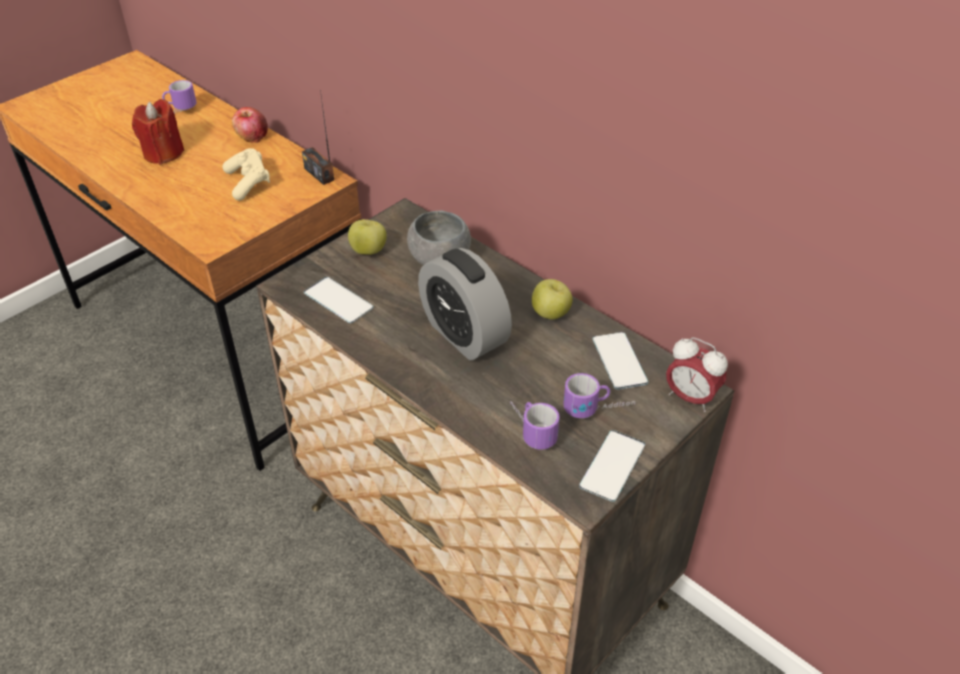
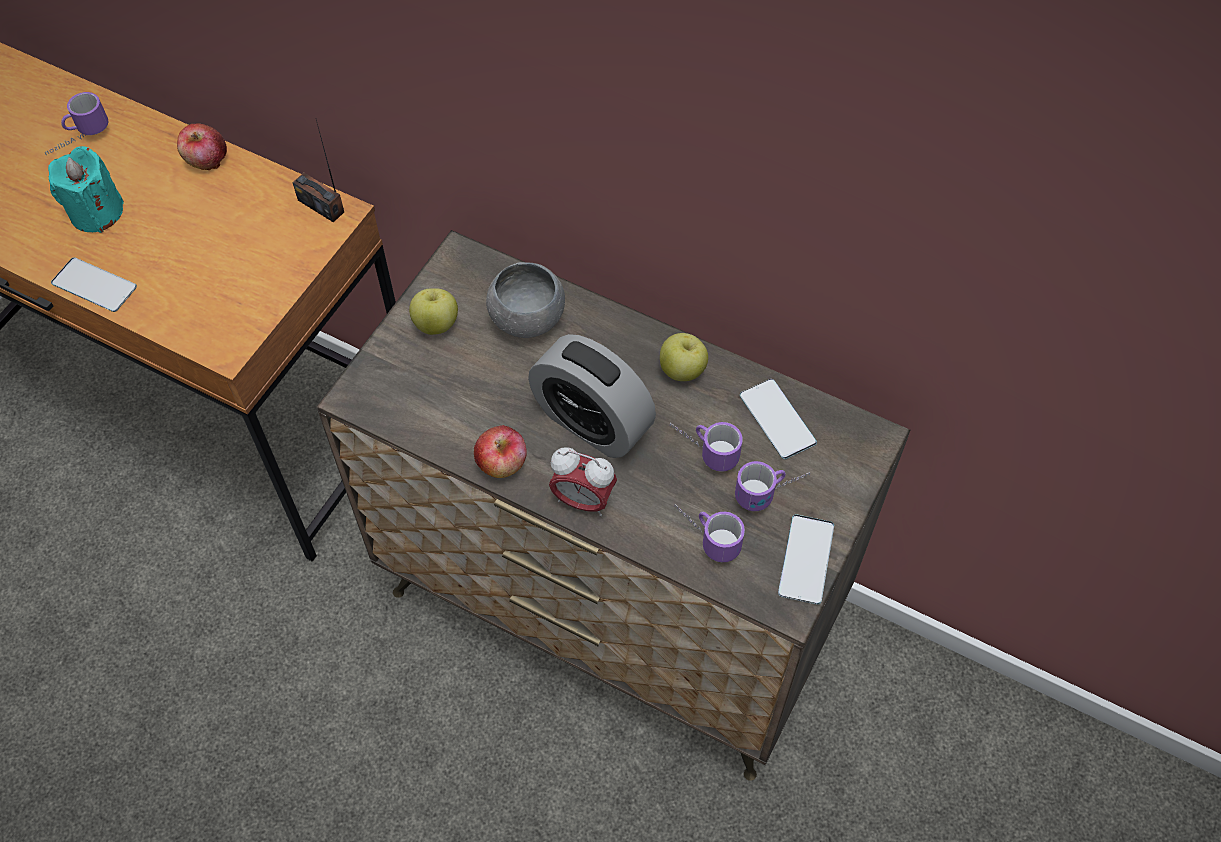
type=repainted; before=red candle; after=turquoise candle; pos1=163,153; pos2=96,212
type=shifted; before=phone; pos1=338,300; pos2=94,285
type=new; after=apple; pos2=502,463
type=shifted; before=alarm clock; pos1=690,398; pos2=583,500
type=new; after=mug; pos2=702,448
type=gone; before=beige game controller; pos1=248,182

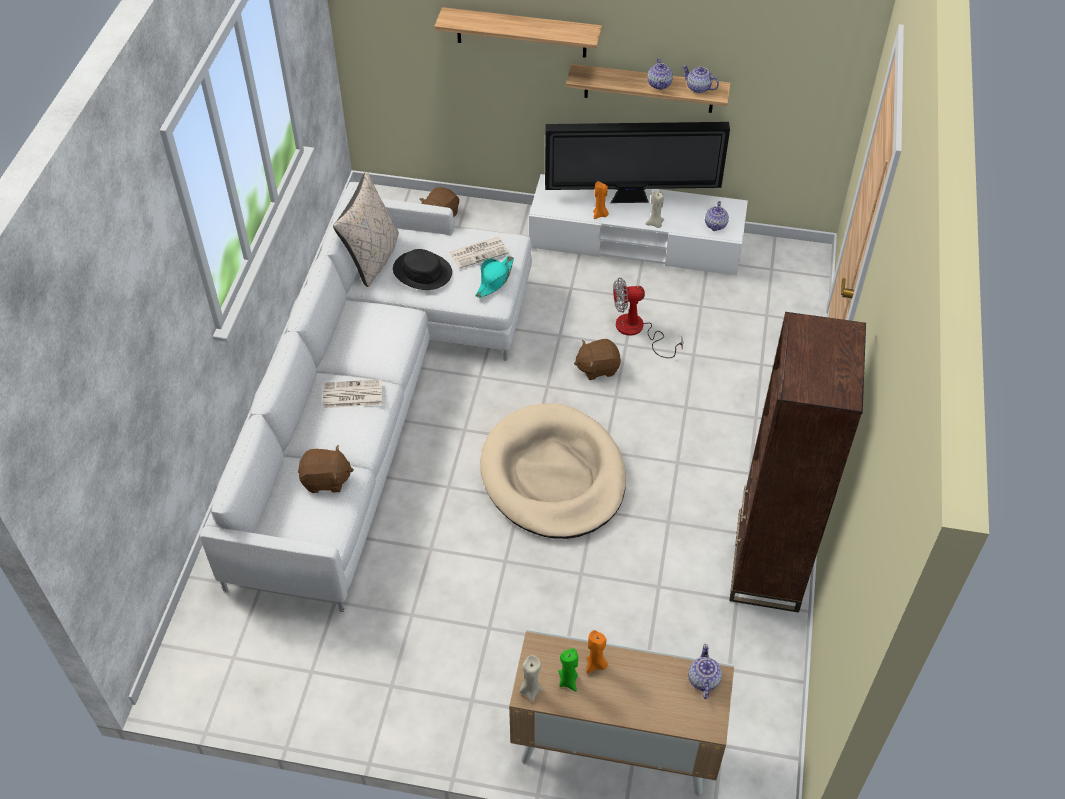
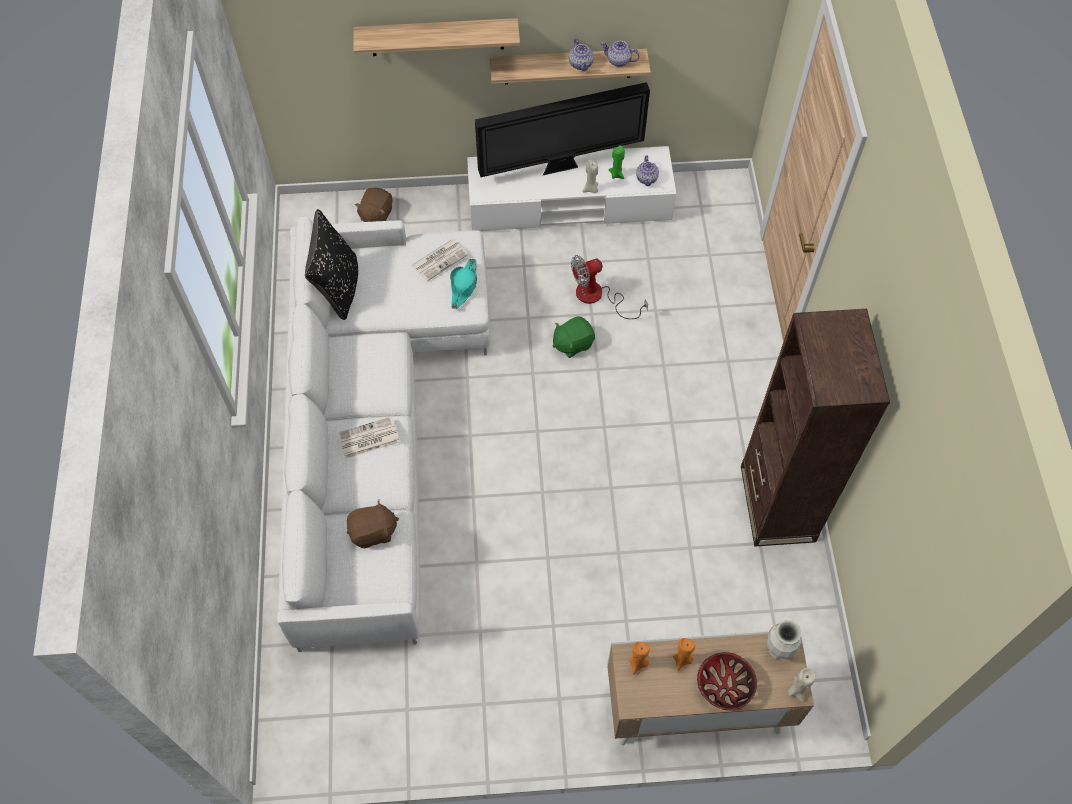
type=repainted; before=beige pillow; after=black pillow; pos1=372,258; pos2=338,287
type=repainted; before=brown plush toy; after=green plush toy; pos1=597,368; pos2=572,343
type=shifted; before=green candle; pos1=568,681; pos2=616,174
type=shifted; before=orange candle; pos1=600,215; pos2=638,663
type=new; after=bowl; pos2=724,686
type=swapped; before=teapot; after=vase; pos1=703,680; pos2=777,650
type=shifted; before=beige candle; pos1=530,690; pos2=796,690
type=gone; before=black hat; pos1=422,271
type=gone; before=beige dog bed; pos1=553,476

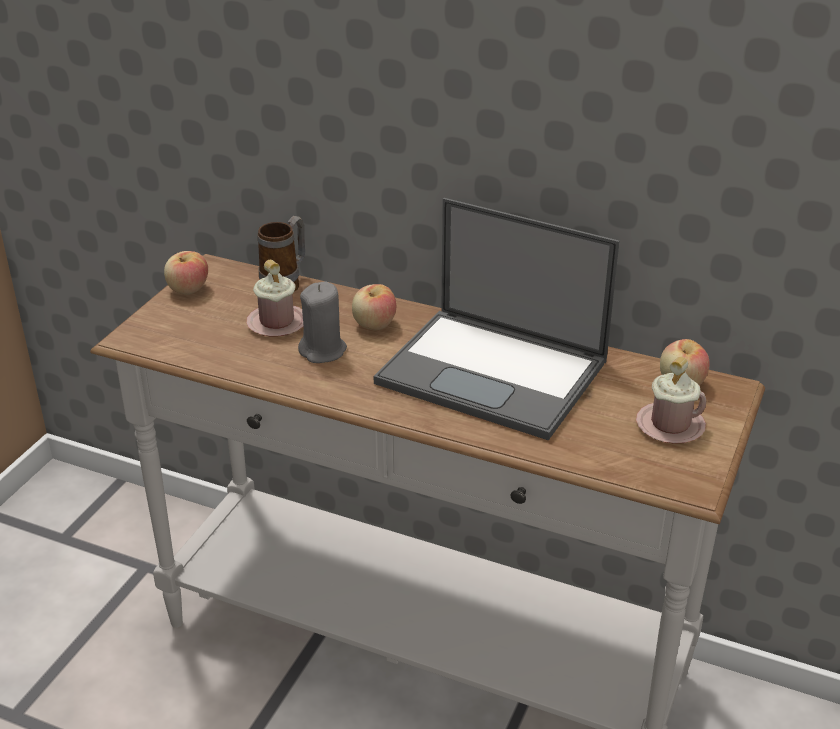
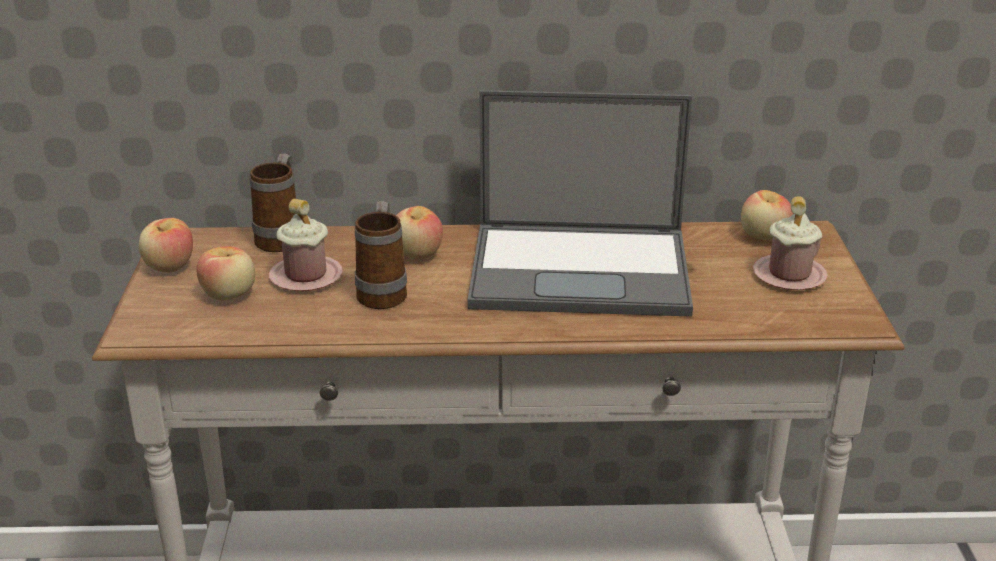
type=new; after=apple; pos2=230,295
type=swapped; before=grey candle; after=mug; pos1=323,351; pos2=383,291

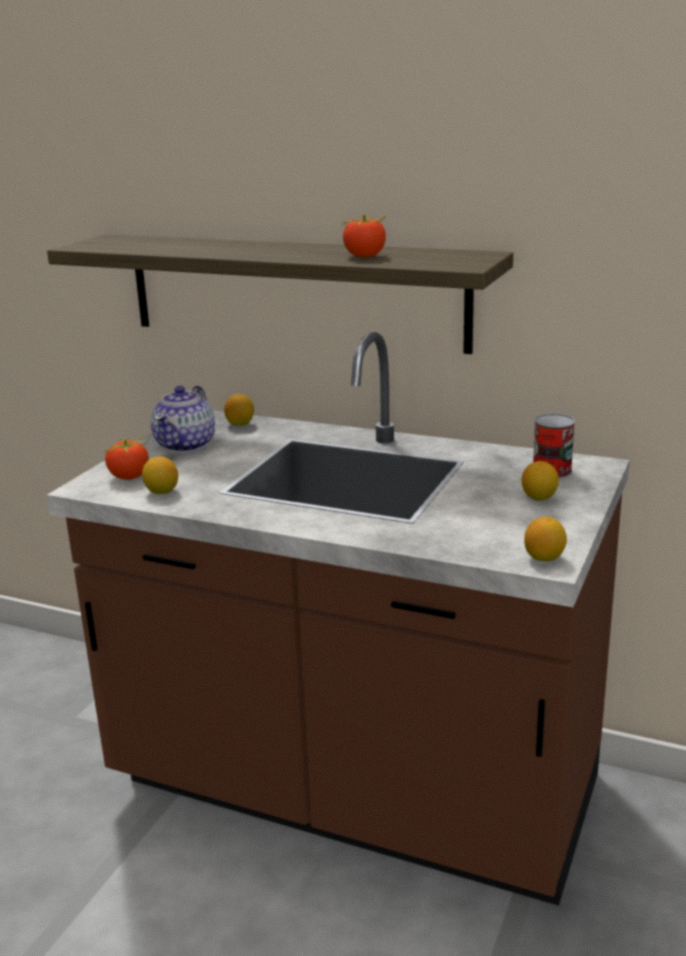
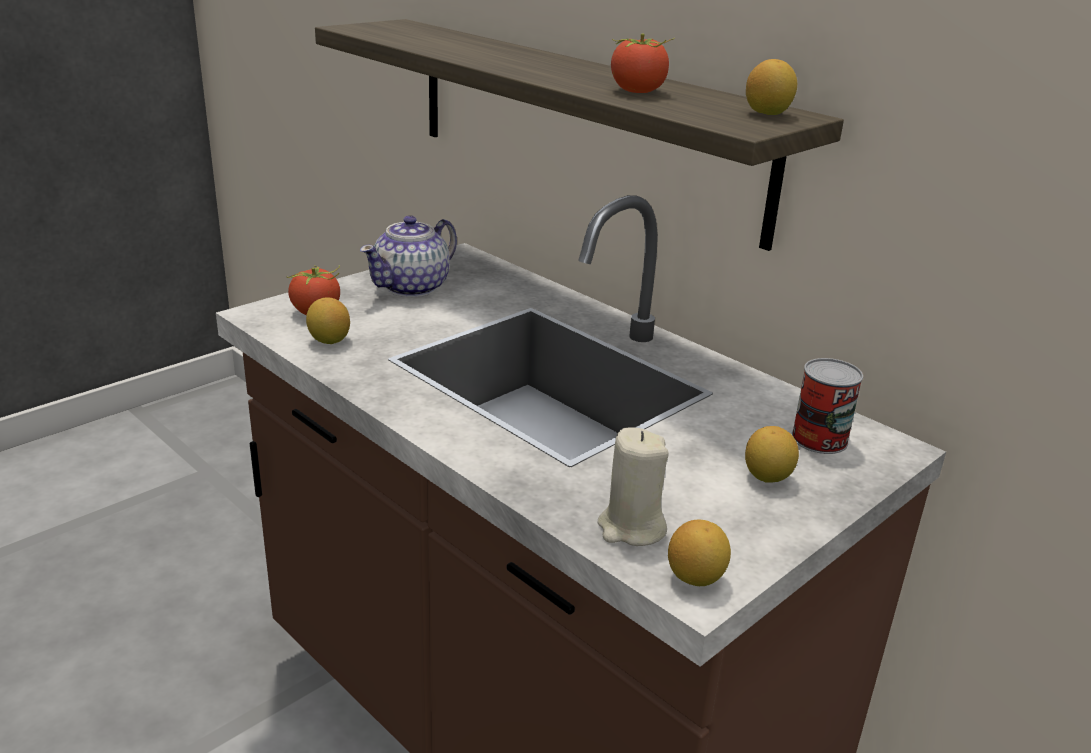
type=new; after=beige candle; pos2=631,528
type=shifted; before=lemon; pos1=240,424; pos2=767,113

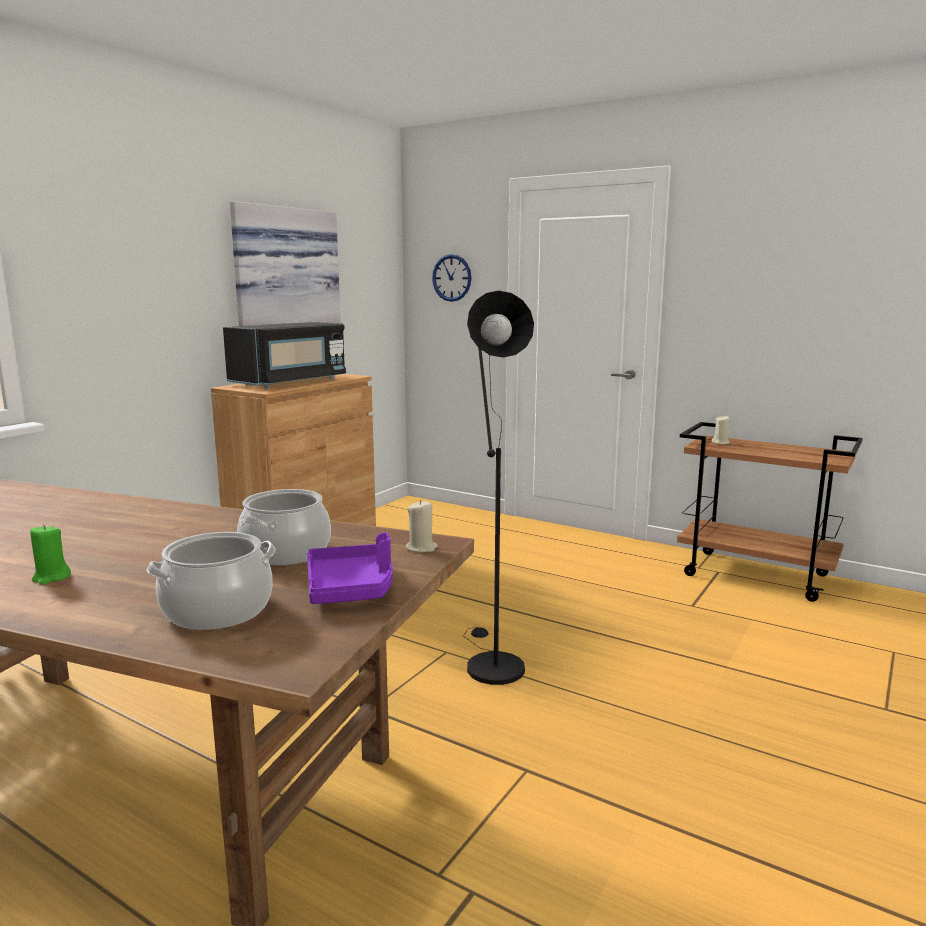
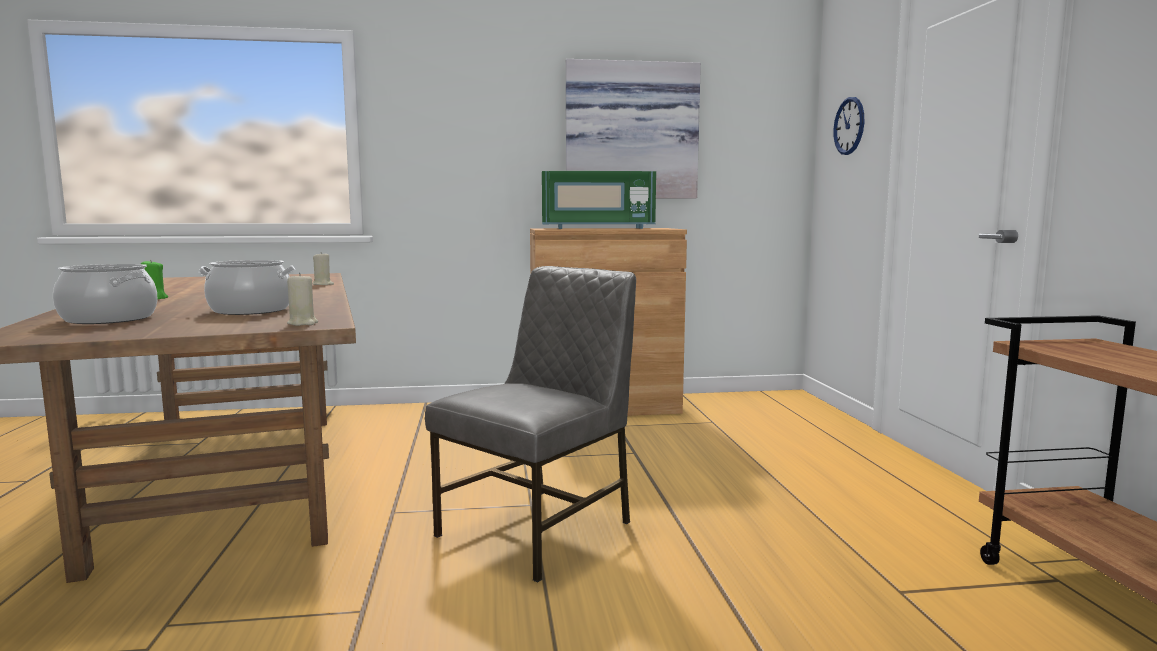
type=shifted; before=beige candle; pos1=721,443; pos2=323,284
type=swapped; before=black floor lamp; after=grey chair; pos1=490,663; pos2=539,529
type=repainted; before=black microwave; after=green microwave; pos1=290,382; pos2=597,228
type=gone; before=purple tray; pos1=351,588

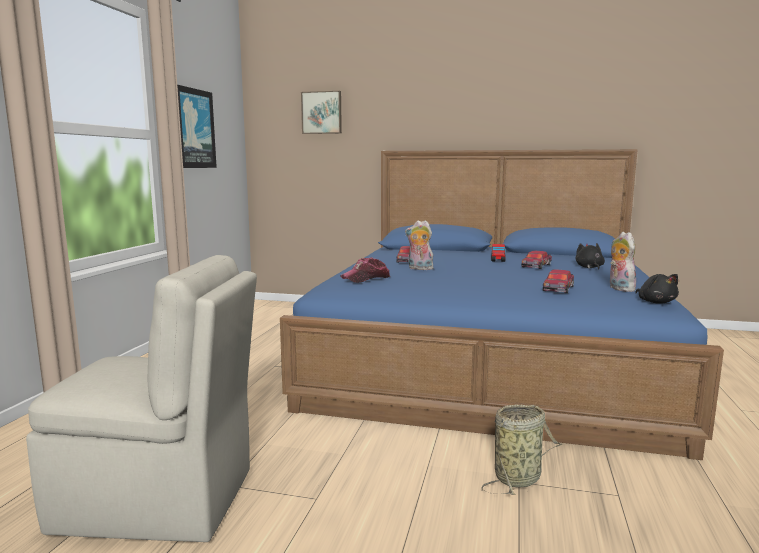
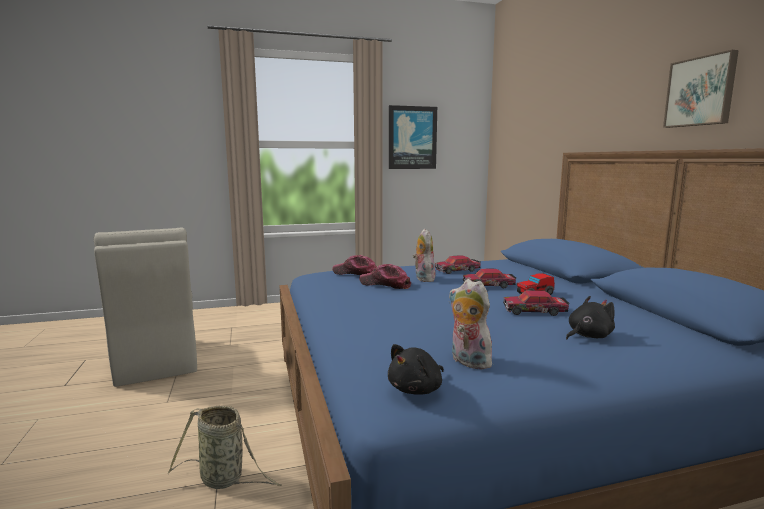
type=new; after=cap; pos2=385,284
type=rotated; before=plush toy; pos1=619,288; pos2=467,362; turn=-90
type=shifted; before=toy car; pos1=558,288; pos2=488,285
type=shifted; before=picture; pos1=322,112; pos2=701,92

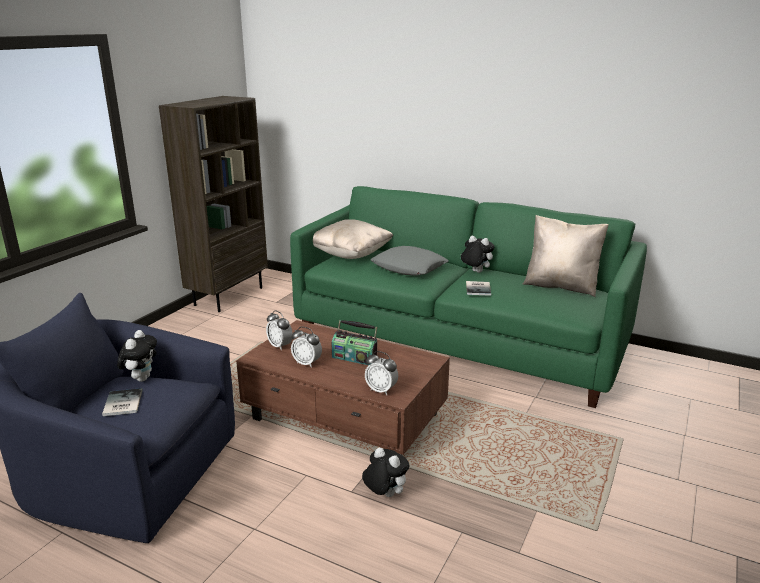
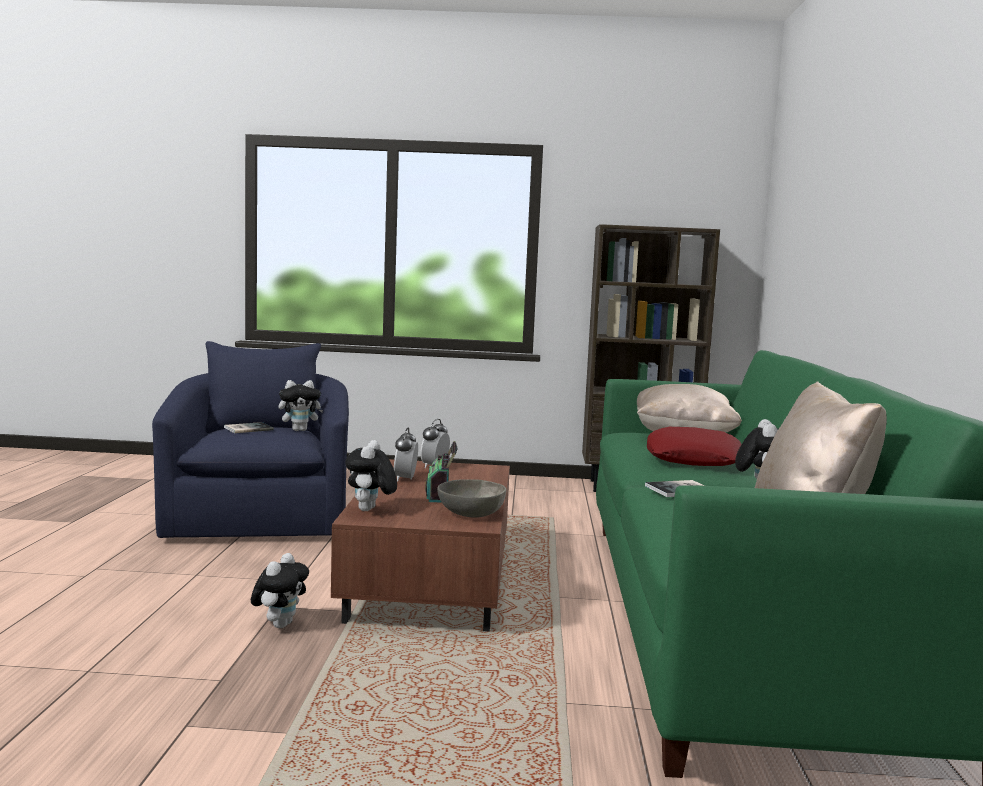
type=swapped; before=alarm clock; after=plush toy; pos1=381,390; pos2=370,510
type=new; after=grey bowl; pos2=470,513
type=repainted; before=grey pillow; after=red pillow; pos1=409,267; pos2=693,458

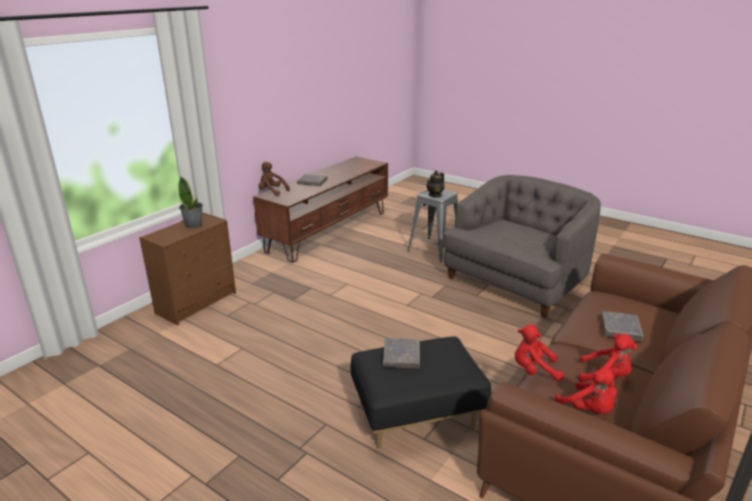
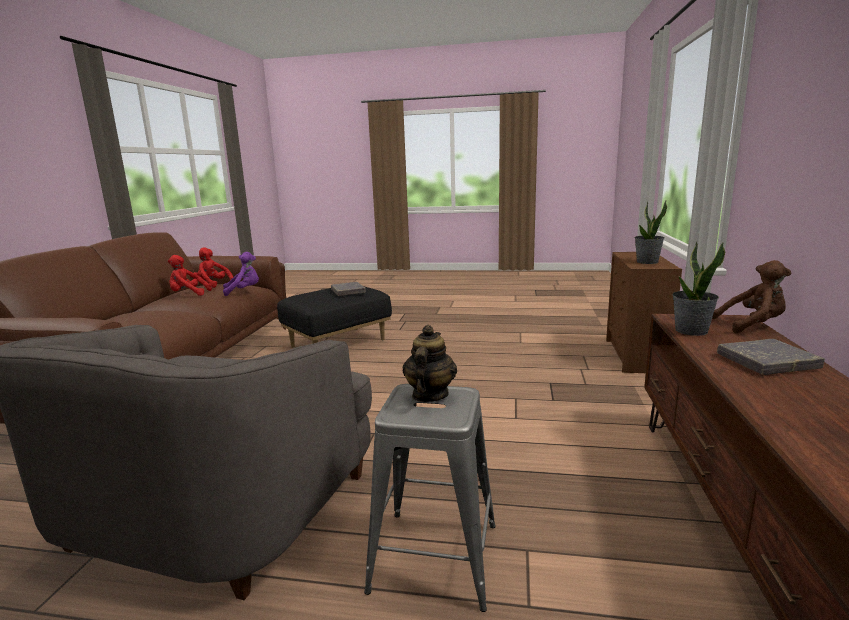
type=repainted; before=red plush toy; after=purple plush toy; pos1=533,370; pos2=244,291
type=new; after=potted plant; pos2=691,331
type=gone; before=grey book; pos1=620,328

